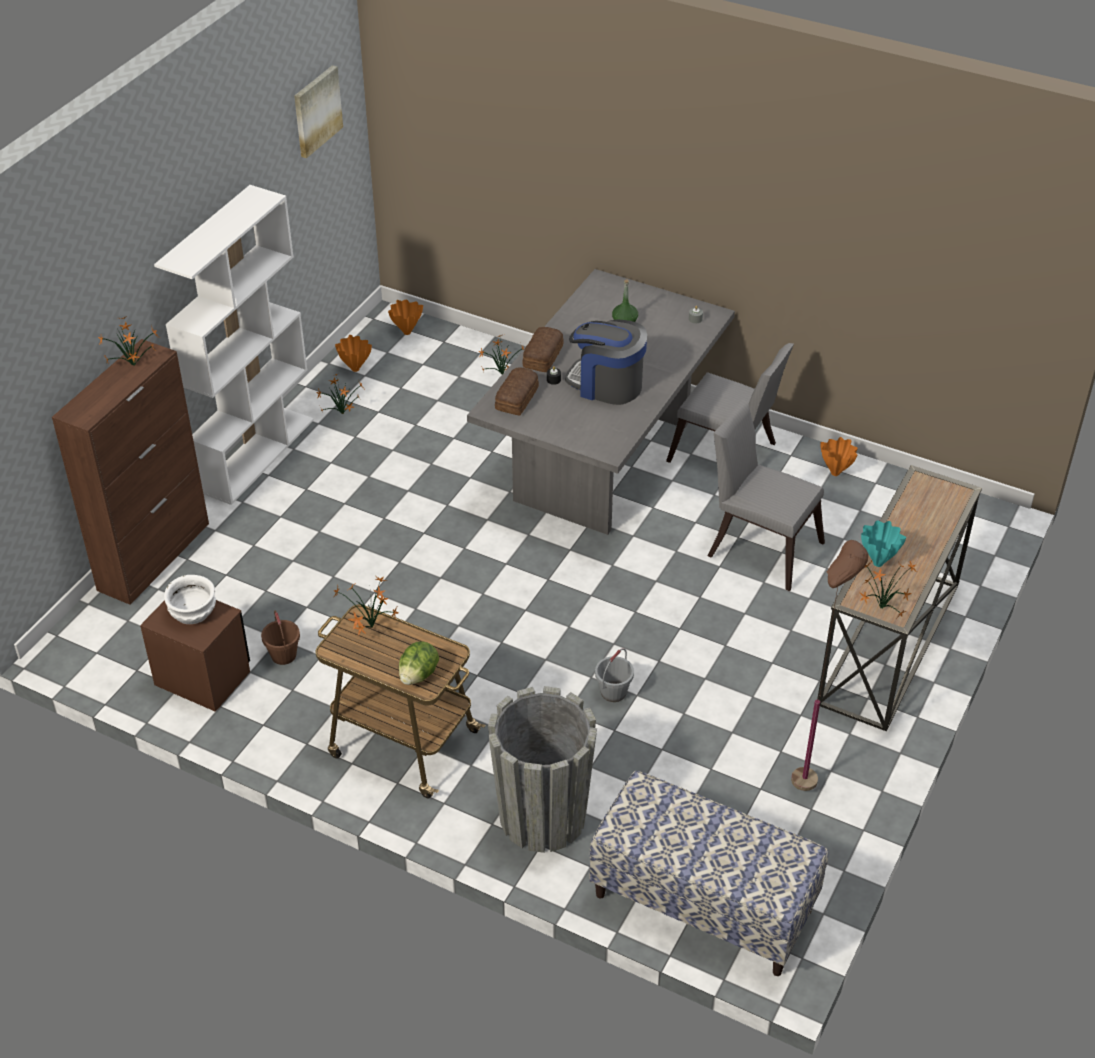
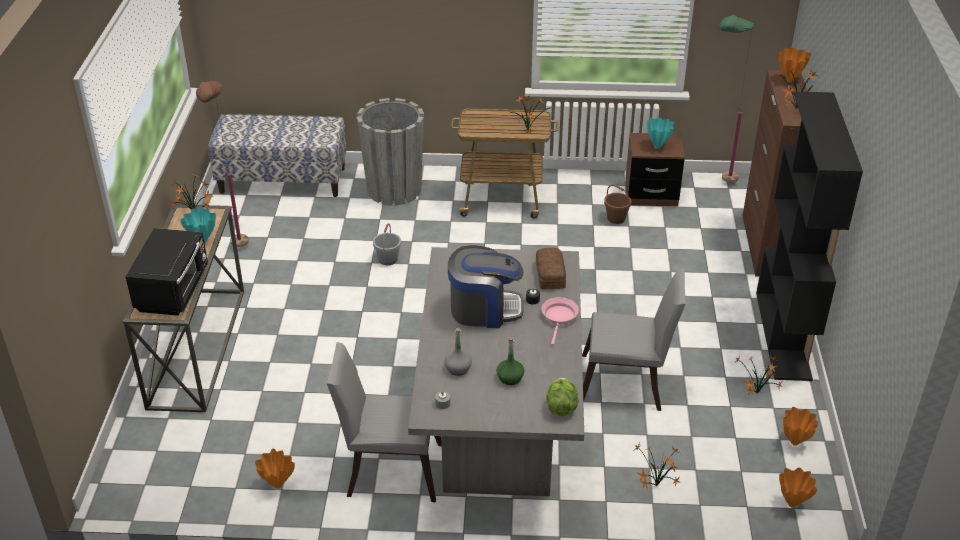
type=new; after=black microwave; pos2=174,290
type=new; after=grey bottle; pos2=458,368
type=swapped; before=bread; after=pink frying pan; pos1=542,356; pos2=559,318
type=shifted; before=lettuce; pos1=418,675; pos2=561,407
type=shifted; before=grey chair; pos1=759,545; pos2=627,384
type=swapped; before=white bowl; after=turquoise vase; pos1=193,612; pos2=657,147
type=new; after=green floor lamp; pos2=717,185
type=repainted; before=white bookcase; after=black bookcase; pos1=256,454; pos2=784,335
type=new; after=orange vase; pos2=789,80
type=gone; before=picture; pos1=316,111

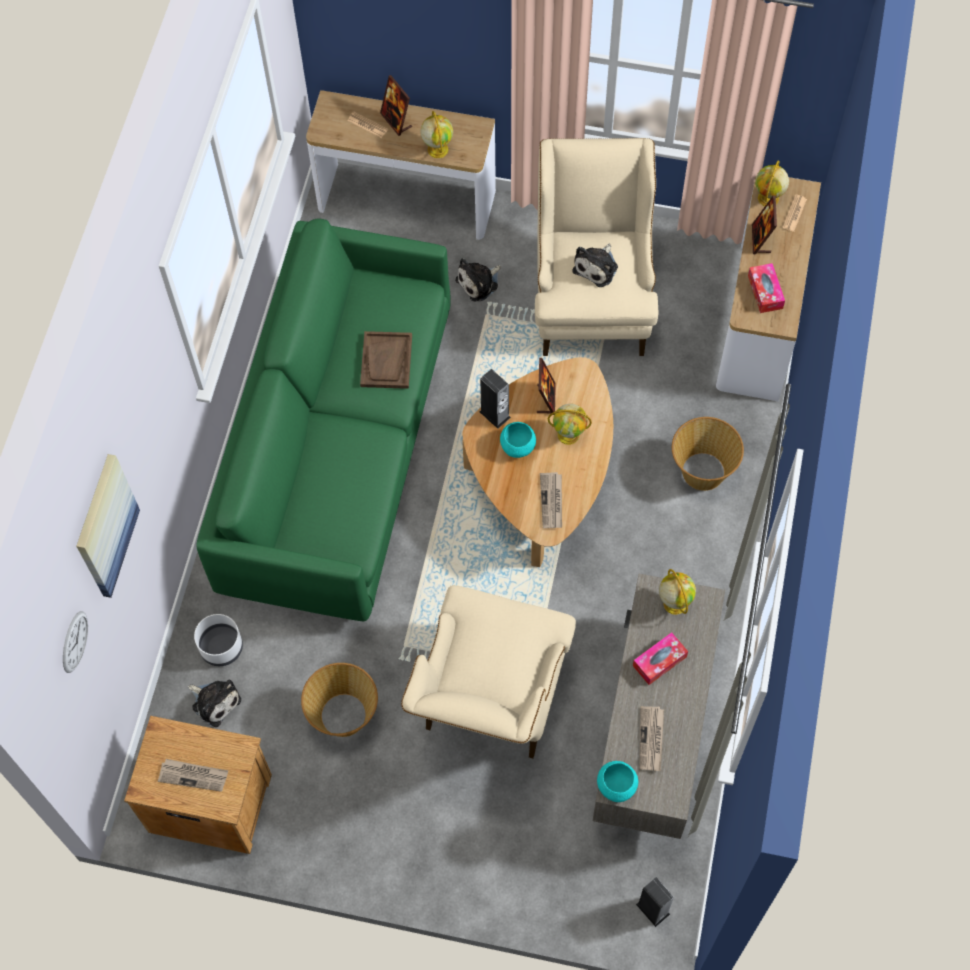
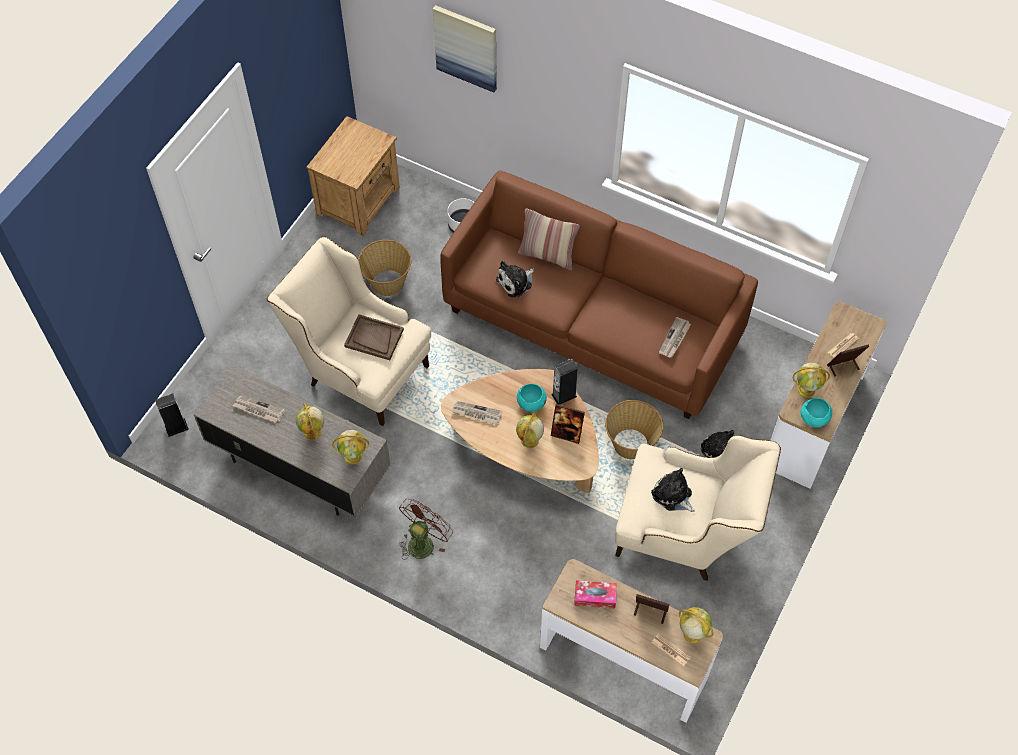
type=swapped; before=tissue box; after=globe; pos1=659,661; pos2=313,432
type=shifted; before=brown tray; pos1=386,361; pos2=374,338
type=new; after=brown fan; pos2=423,541
type=repainted; before=green sofa; after=brown sofa; pos1=339,451; pos2=592,323
type=shifted; before=plush toy; pos1=214,701; pos2=516,282
type=new; after=pillow; pos2=547,255
type=shifted; before=basket; pos1=702,471; pos2=631,444
type=shifted; before=newspaper; pos1=194,775; pos2=674,339
type=shifted; before=turquoise bowl; pos1=616,786; pos2=813,418
type=gone; before=wall clock; pos1=74,641

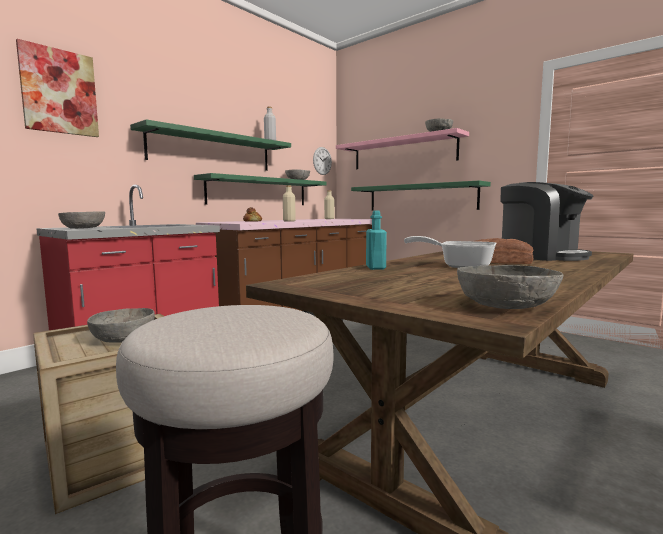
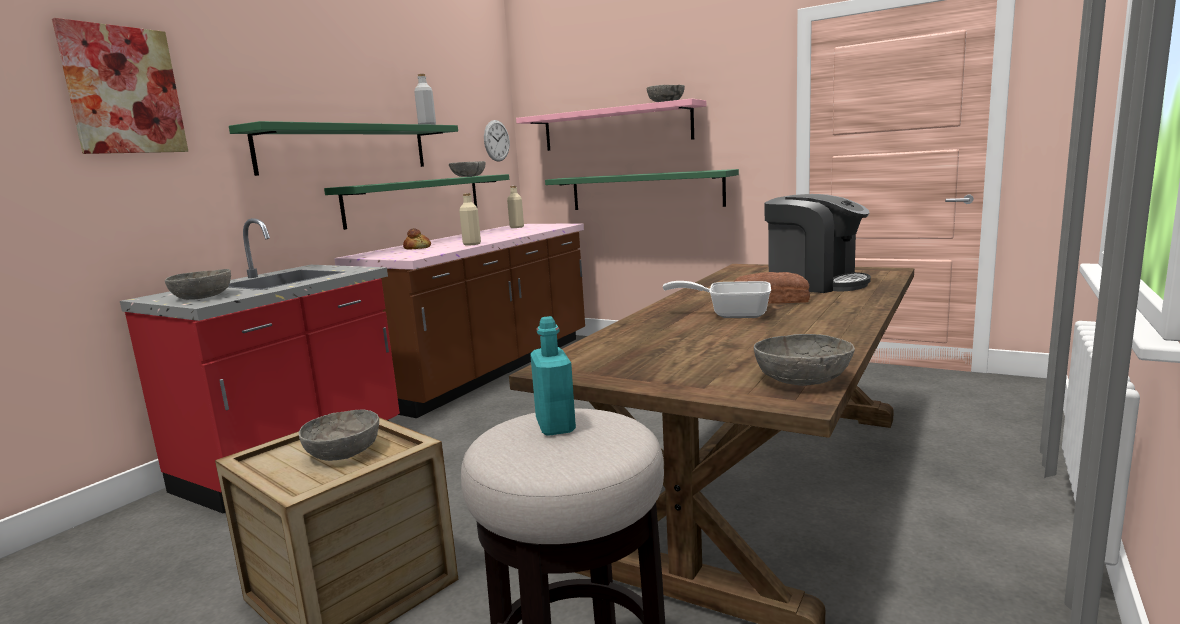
type=shifted; before=turquoise bottle; pos1=375,267; pos2=555,425

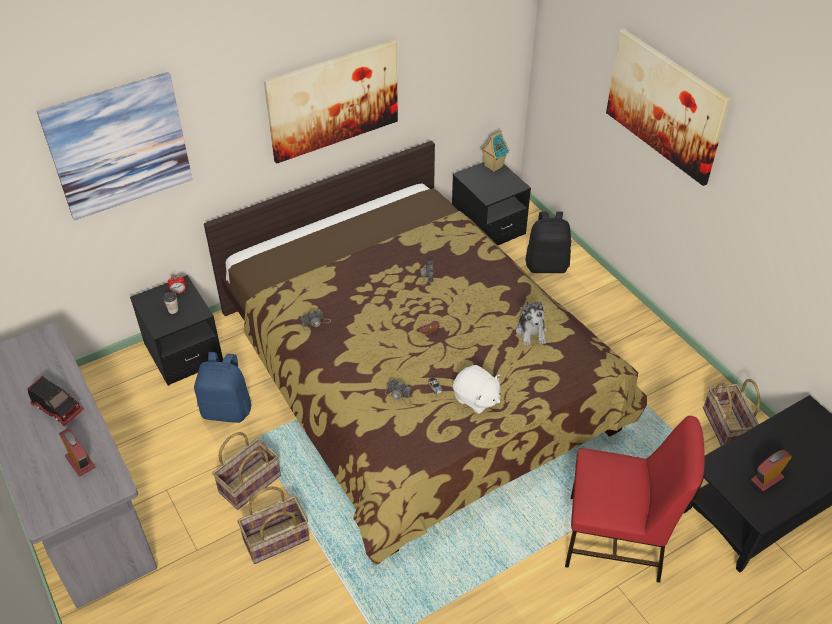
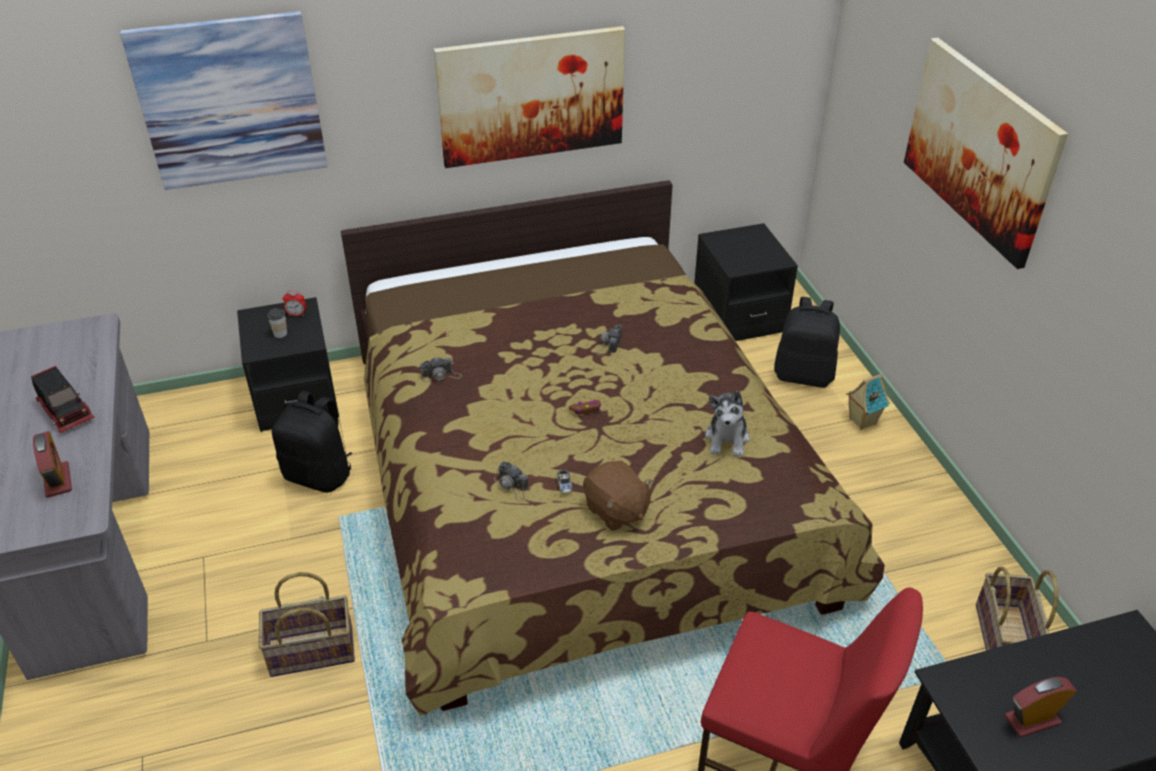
type=repainted; before=blue backpack; after=black backpack; pos1=227,410; pos2=319,475
type=repainted; before=white plush toy; after=brown plush toy; pos1=476,399; pos2=616,510
type=shifted; before=toy house; pos1=493,166; pos2=861,421
type=gone; before=basket; pos1=249,483

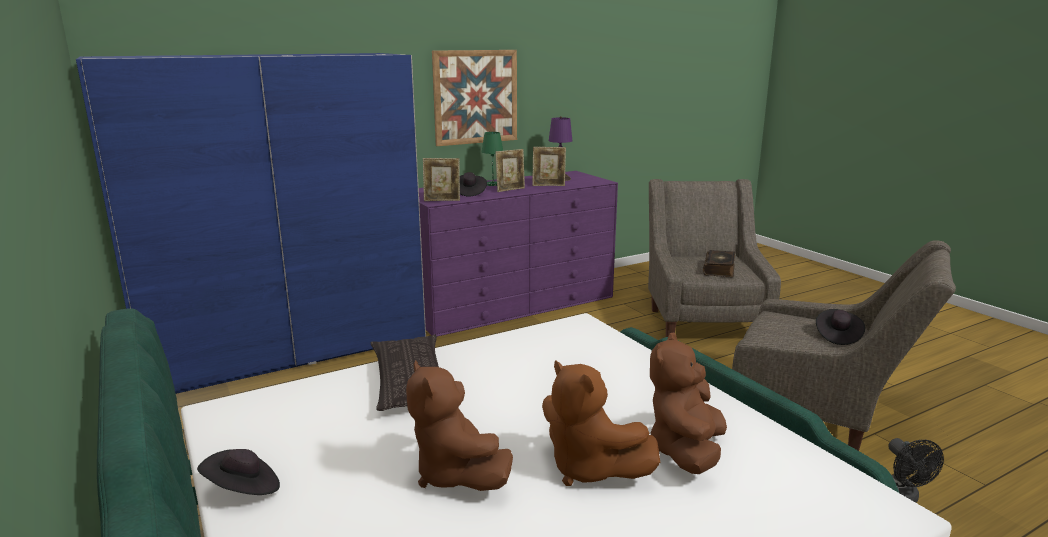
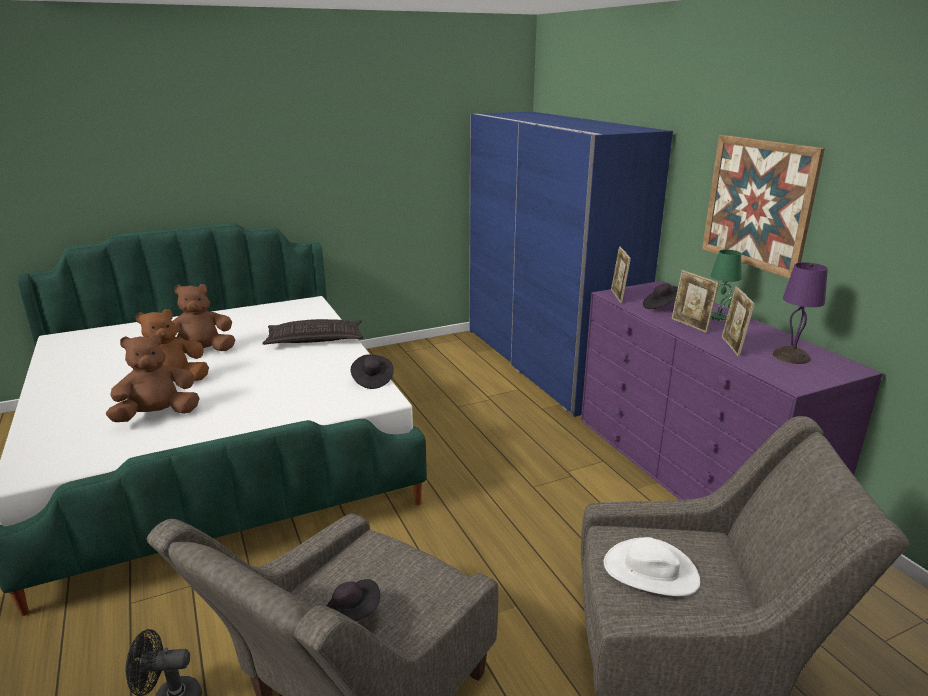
type=rotated; before=brown plush toy; pos1=686,451; pos2=157,415; turn=-60
type=shifted; before=black hat; pos1=243,490; pos2=372,380
type=swapped; before=book; after=white hat; pos1=719,269; pos2=650,571

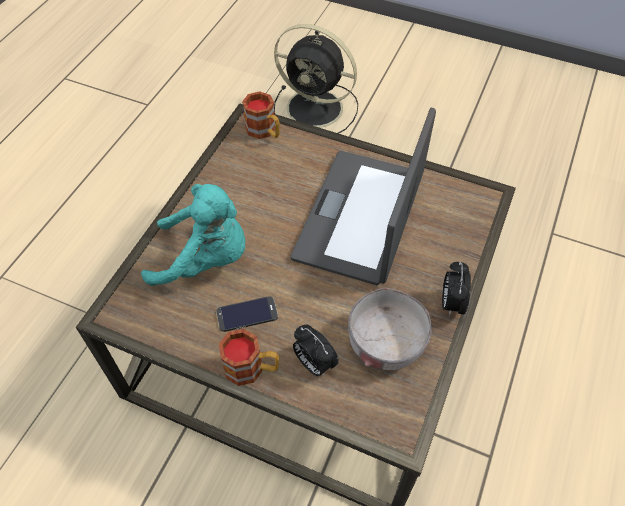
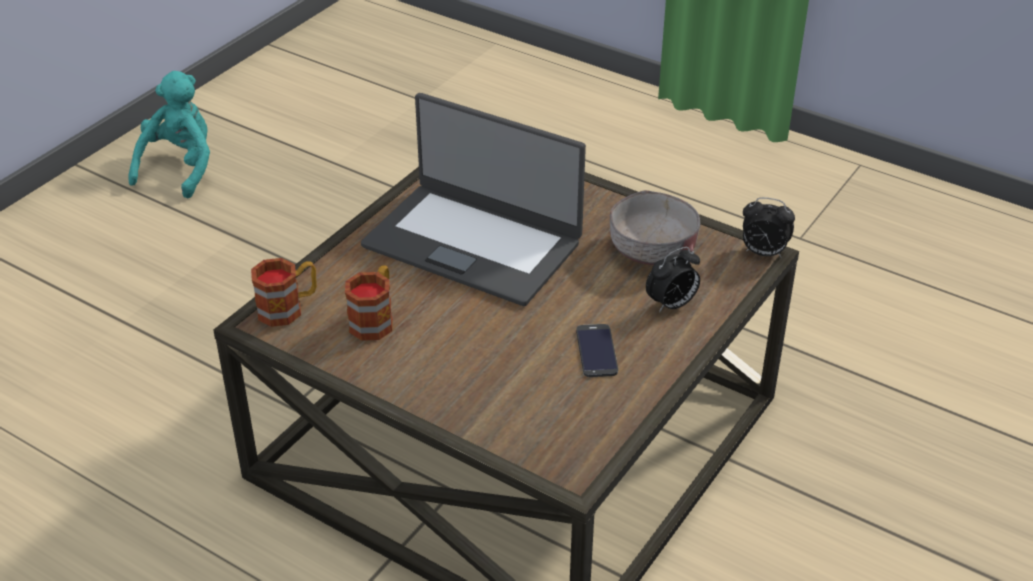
type=shifted; before=turquoise plush toy; pos1=206,259; pos2=180,168
type=shifted; before=mug; pos1=252,368; pos2=375,319
type=shifted; before=alarm clock; pos1=451,303; pos2=763,253
type=gone; before=black fan; pos1=317,109

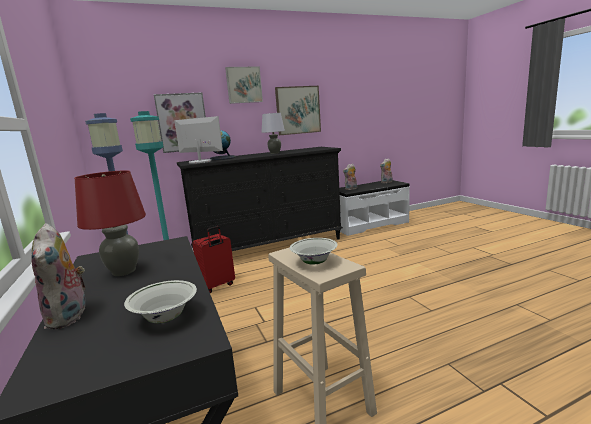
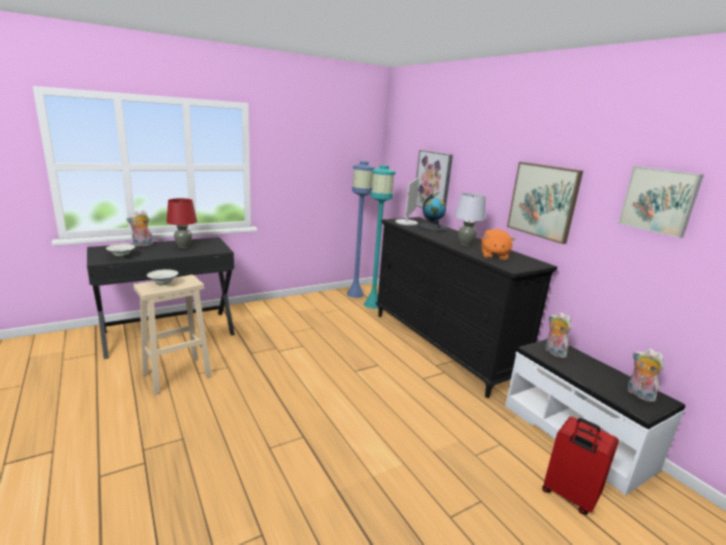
type=new; after=orange plush toy; pos2=494,256
type=shifted; before=red suitcase; pos1=217,286; pos2=568,496
type=shifted; before=picture; pos1=244,85; pos2=659,200

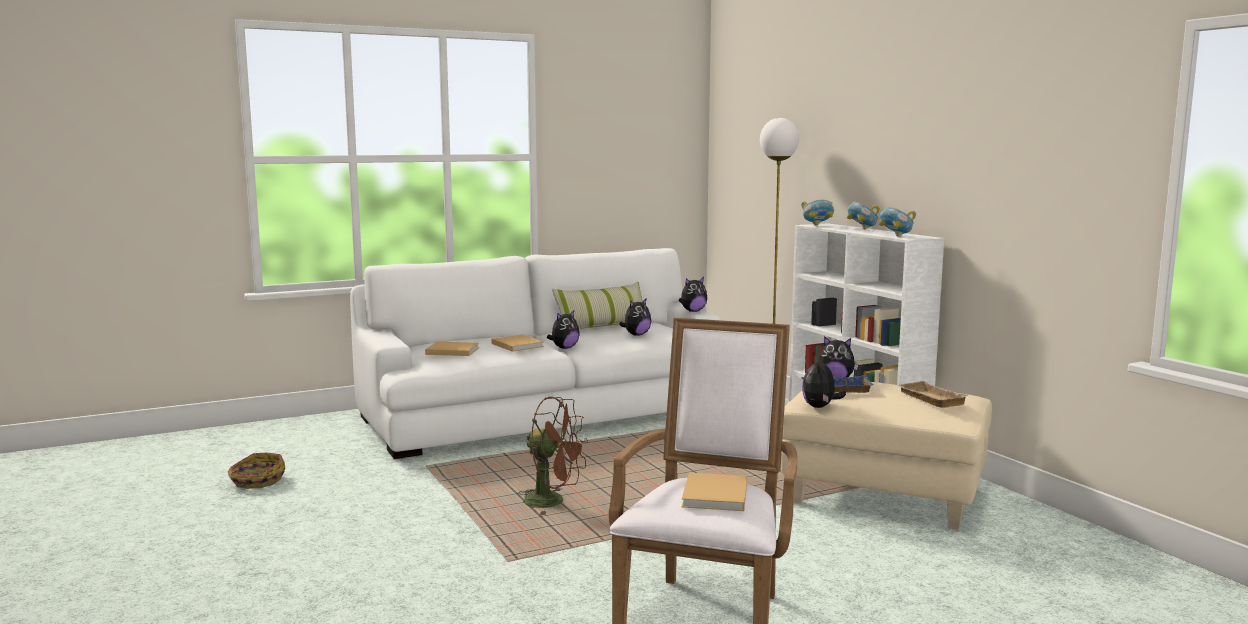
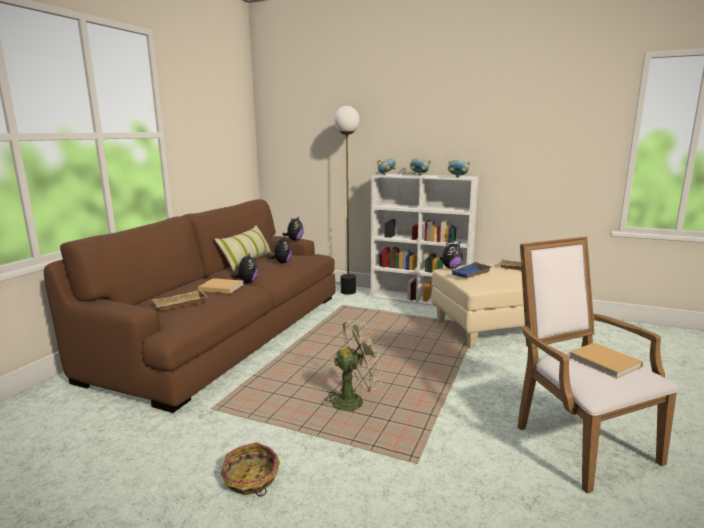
type=repainted; before=white sofa; after=brown sofa; pos1=550,413; pos2=227,333
type=swapped; before=beige book; after=beige tray; pos1=451,351; pos2=180,304
type=shifted; before=basket; pos1=257,481; pos2=251,479
type=repainted; before=brown fan; after=green fan; pos1=553,501; pos2=354,400
type=gone; before=plush toy; pos1=820,407

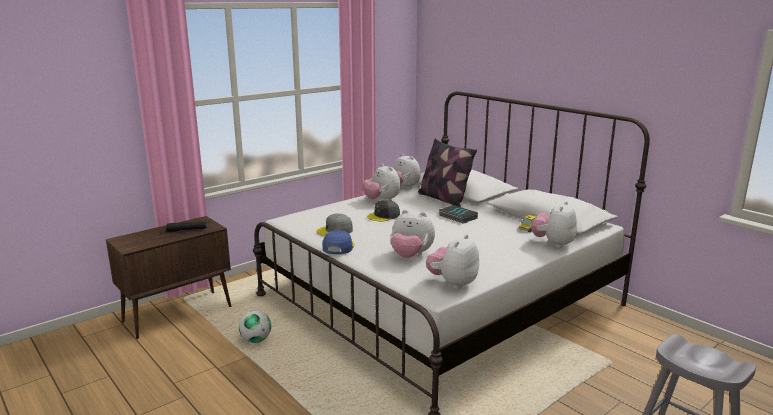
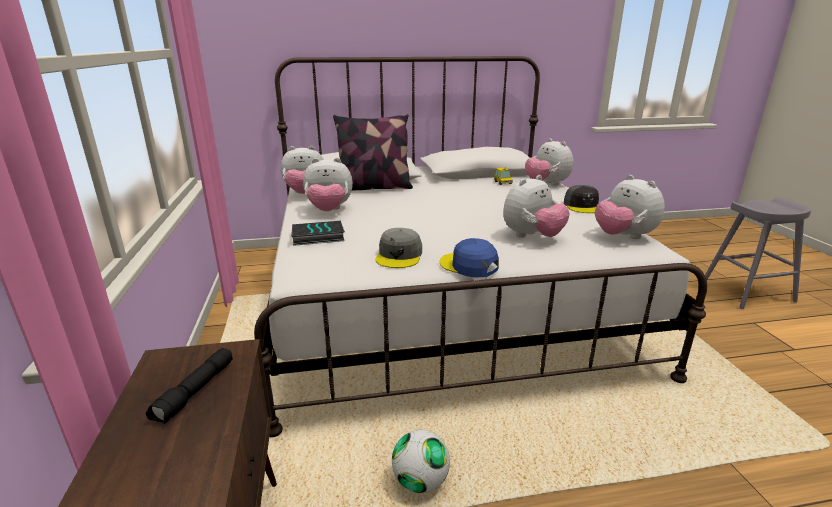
type=shifted; before=book; pos1=457,217; pos2=317,237
type=shifted; before=grey cap; pos1=384,216; pos2=583,206

